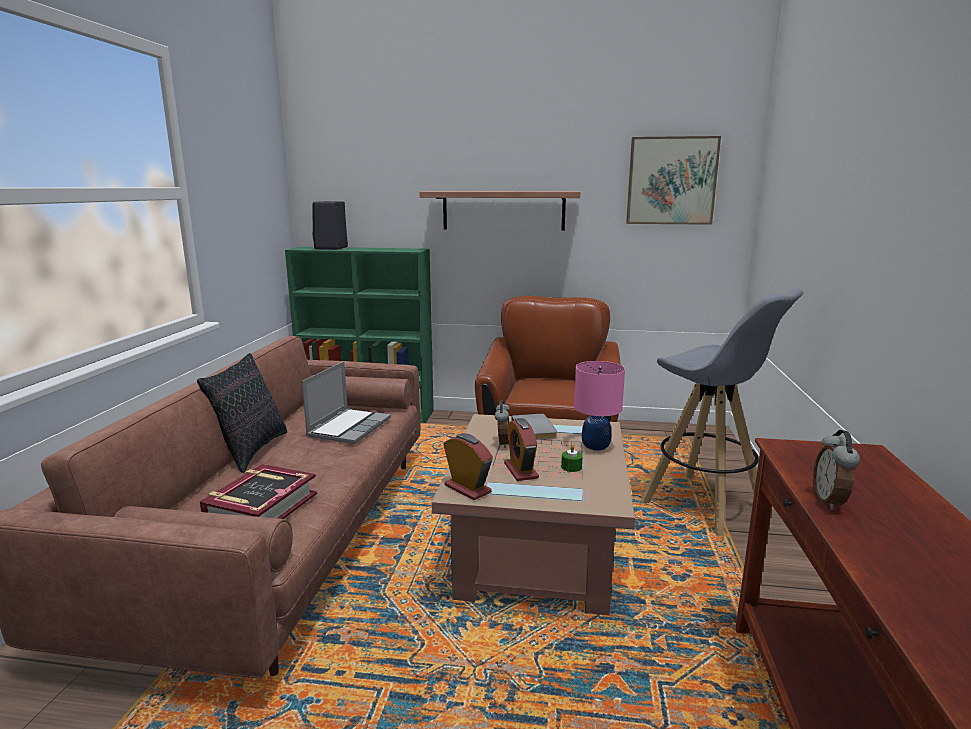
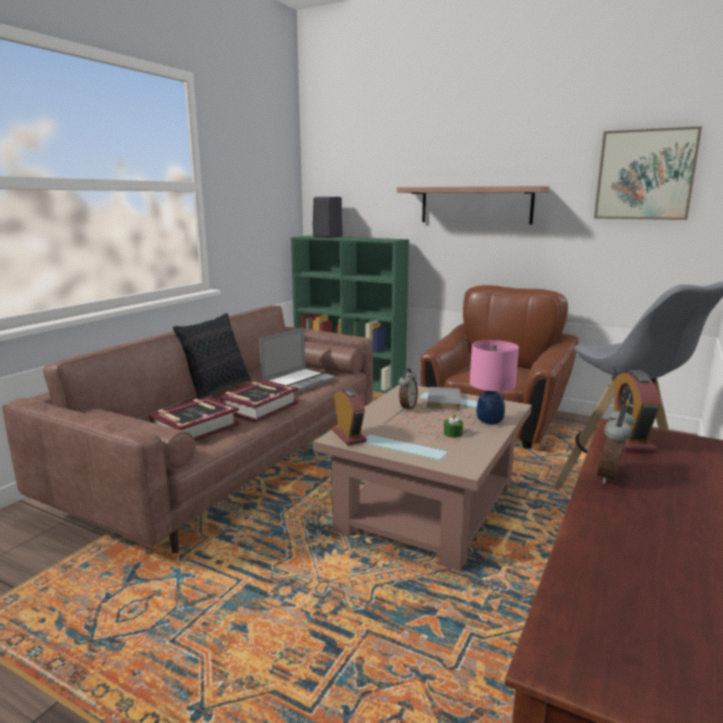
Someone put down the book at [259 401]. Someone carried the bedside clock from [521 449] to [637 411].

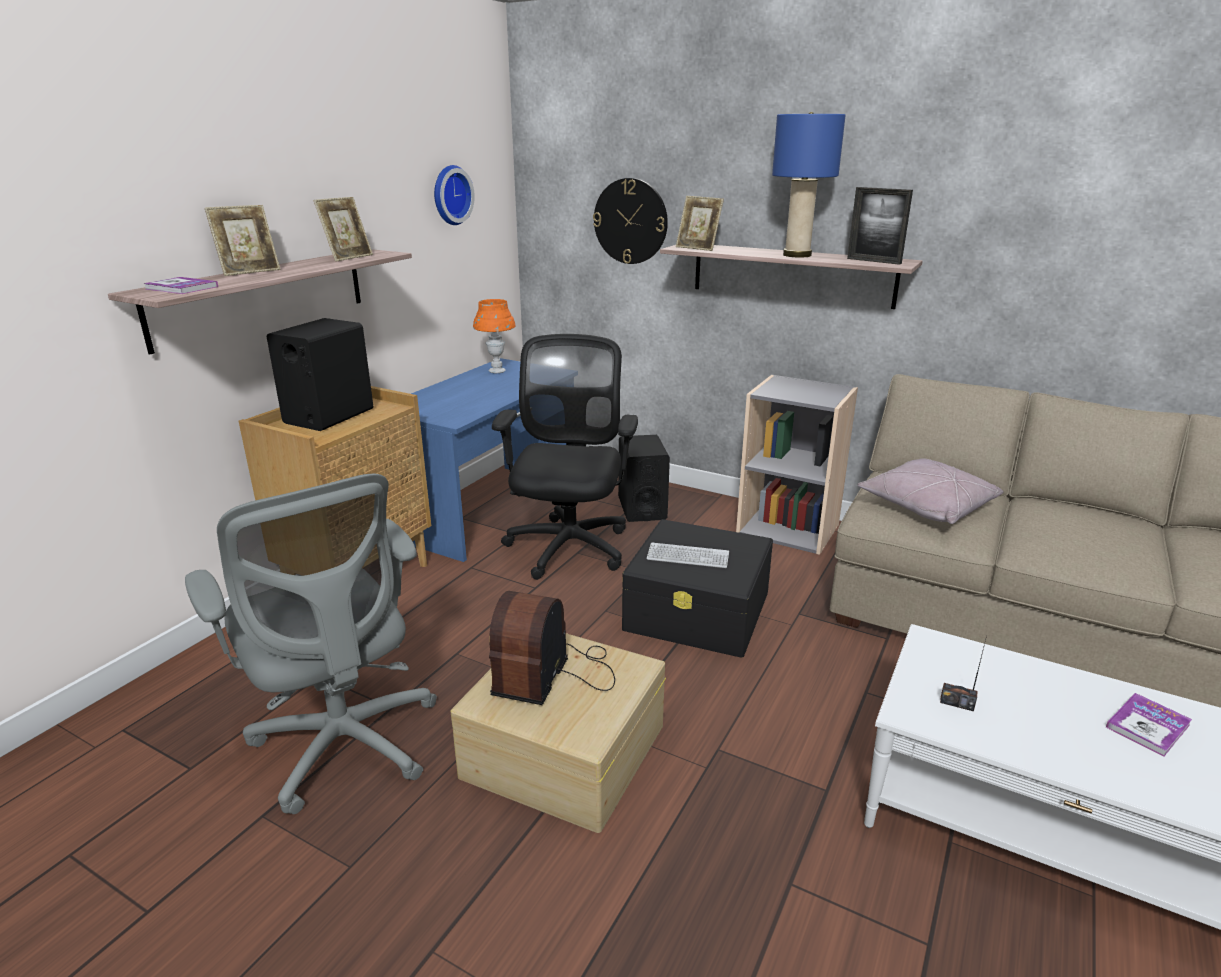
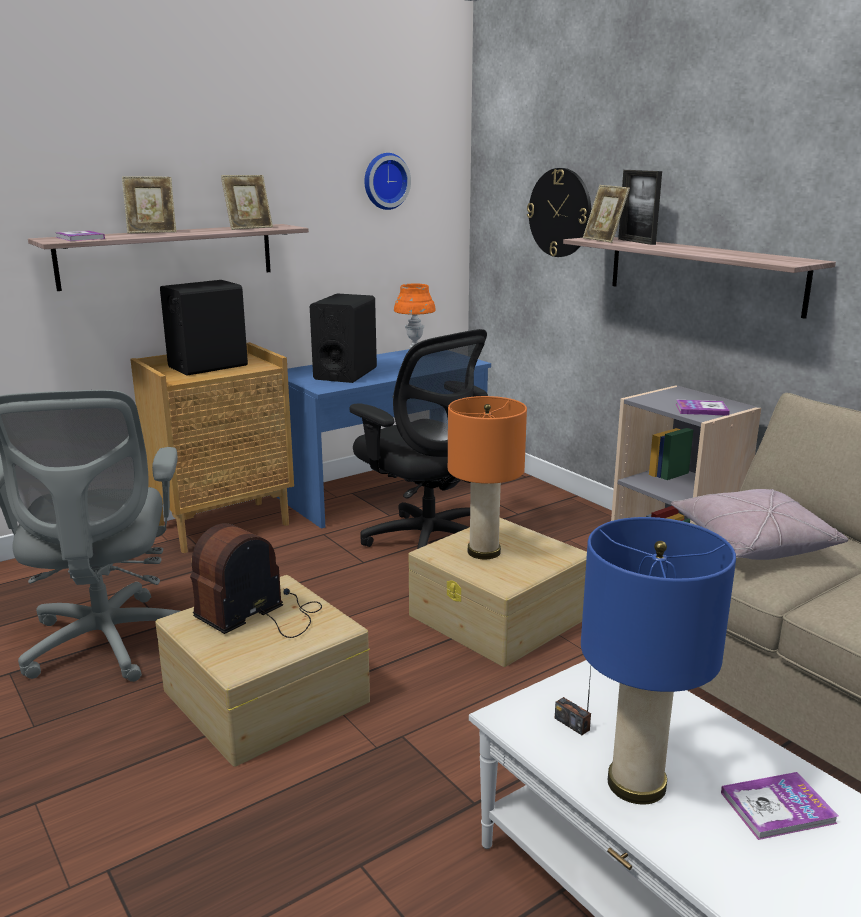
Someone carried the black-coloured audio speaker from [644 478] to [343 338]. Someone rotated the black-coloured office chair at [565 457] by 105 degrees clockwise. Someone repainted the black-coloured storage bin at [697 588], which became the sand-coloured storage bin at [498 592]. Someone swapped the PC keyboard at [688 555] for the orange-coloured lamp for a table at [487 477]. Someone carried the blue-coloured lamp for a table from [809 185] to [658 661]. Someone carried the picture frame from [880 226] to [640 207]. Someone put down the book at [703 408].

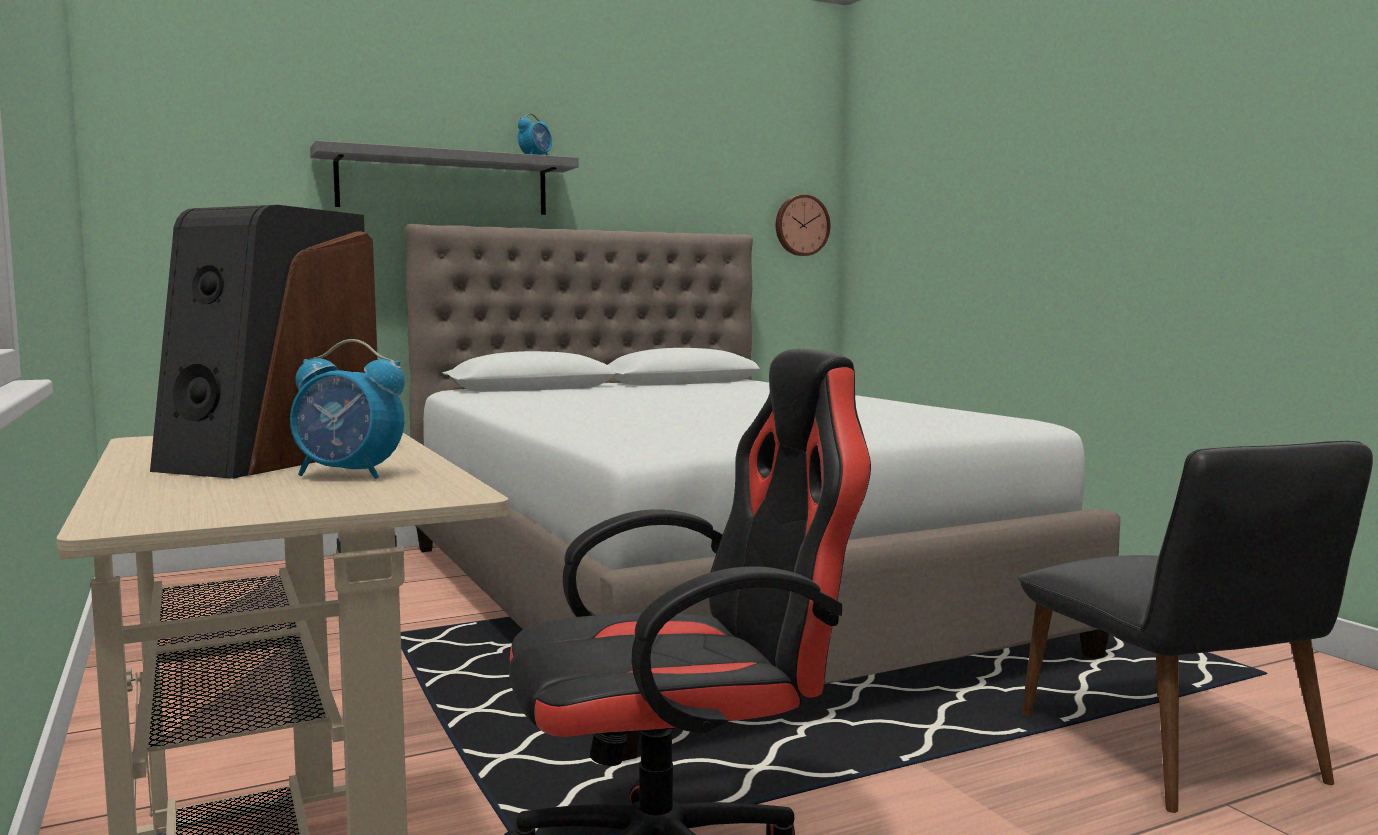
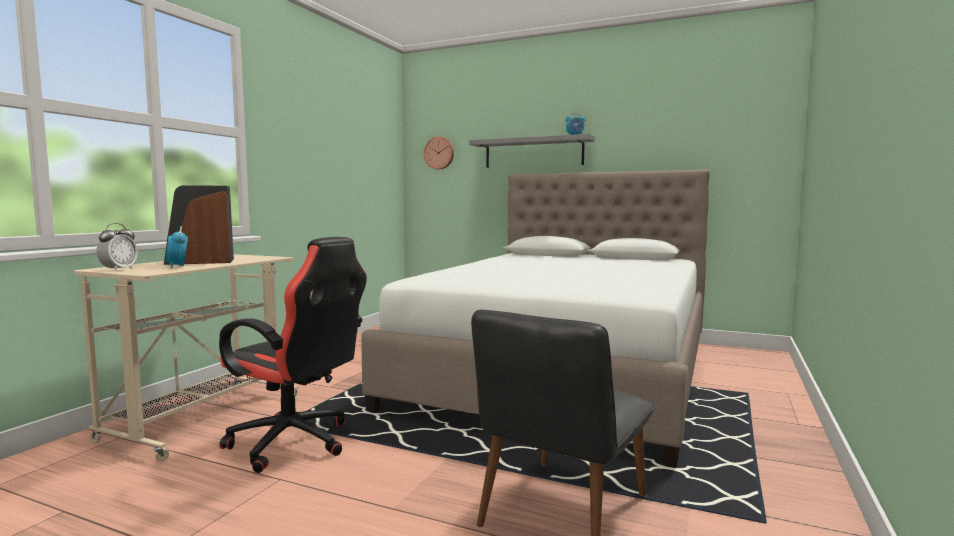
Someone put down the bedside clock at [117 247]. Someone carried the wall clock from [803 225] to [439 152].

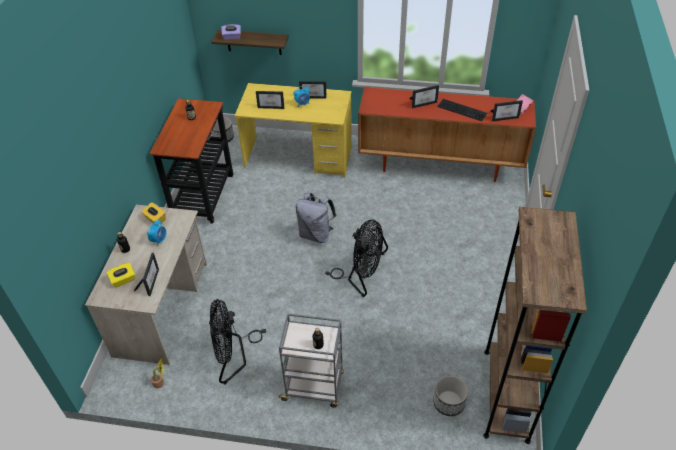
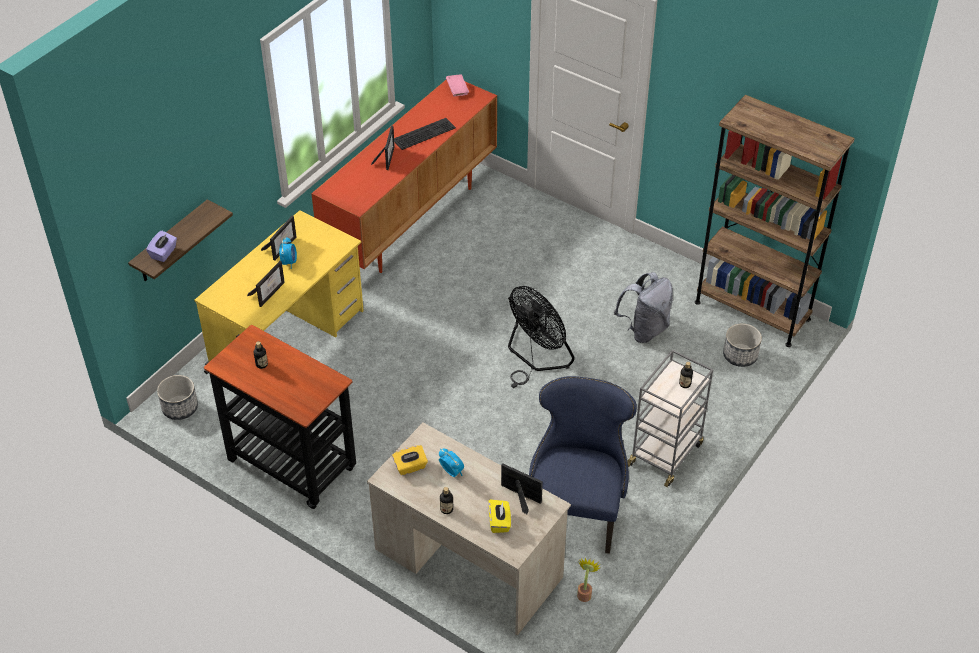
Someone swapped the black-coloured cooling fan at [238 342] for the blue-coloured chair at [583 465]. Someone carried the grey rucksack from [316 218] to [643 307]. Someone took away the picture frame at [507 111].

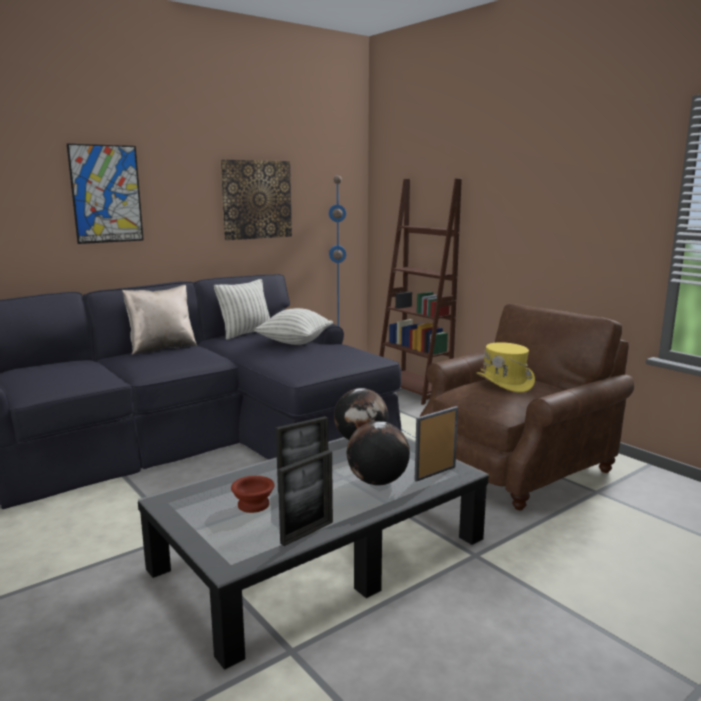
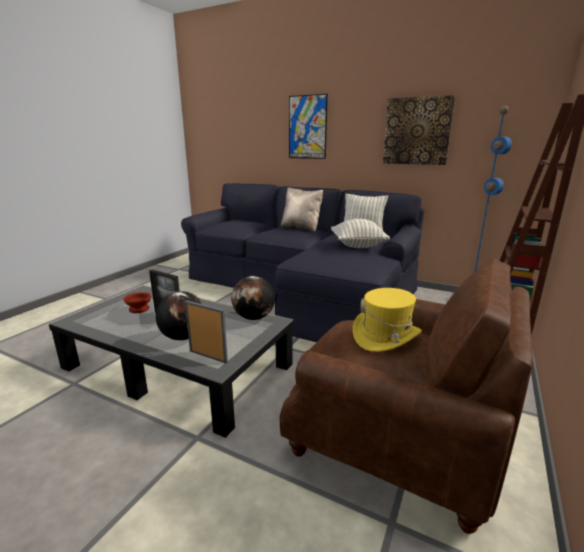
Someone took away the picture frame at [305 498].

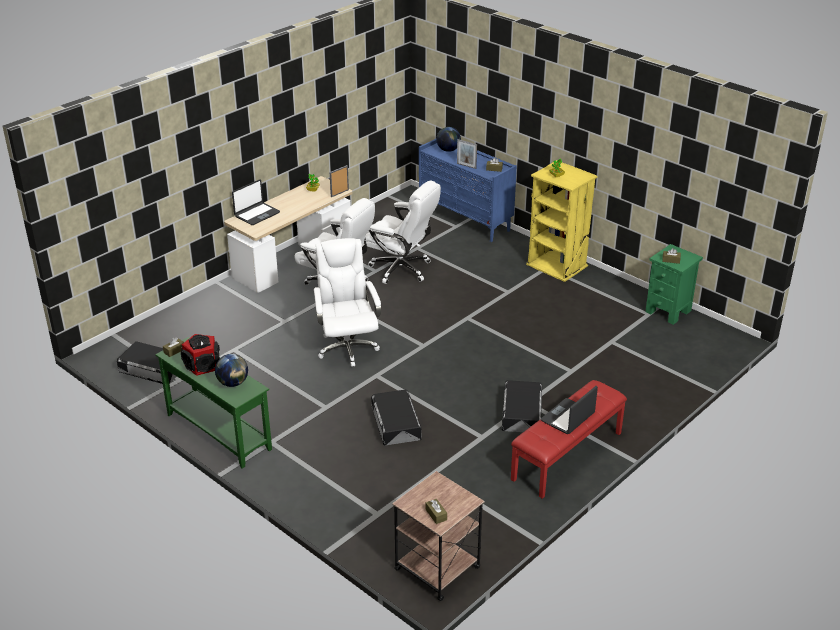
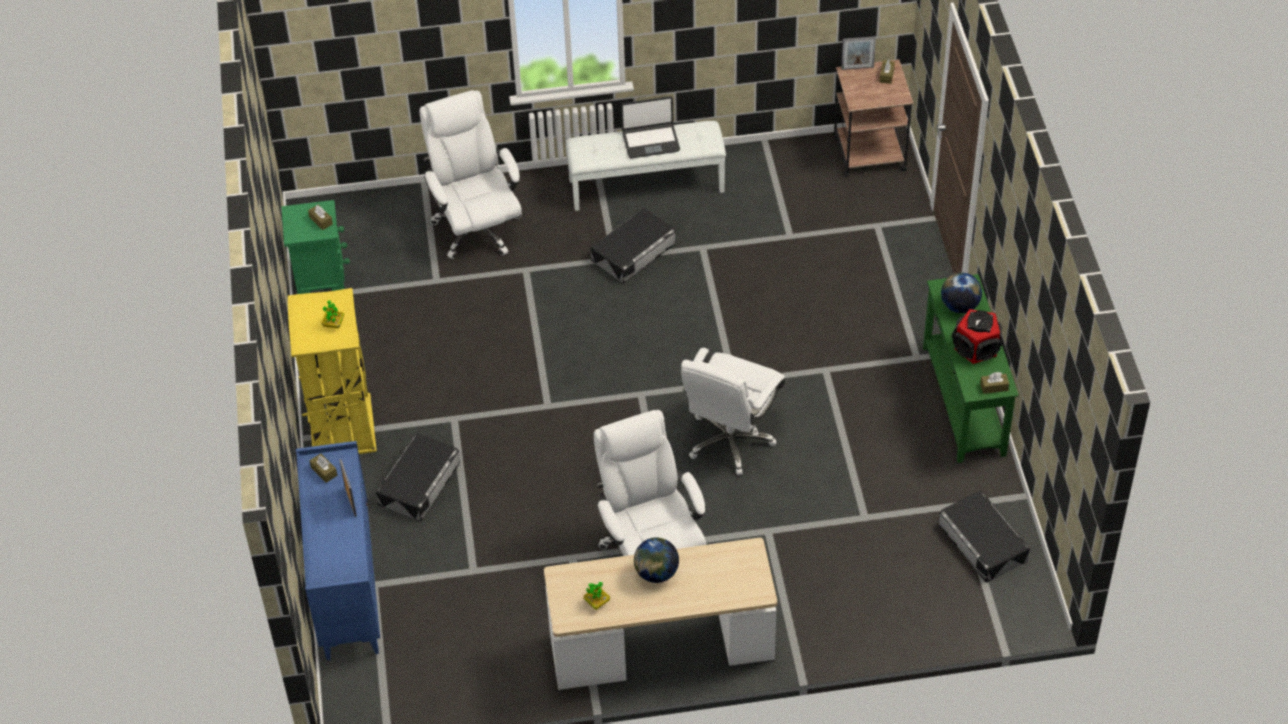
Someone carried the black-coloured storage bin from [396 418] to [418 477]. Someone carried the white office chair from [403 232] to [470 174]. Someone repainted the reddish bench at [569 439], which became the white bench at [645 166]. Someone carried the world globe from [448 139] to [656 560]. Someone carried the picture frame from [339 181] to [858 53]. Someone took away the notebook computer at [256 202].

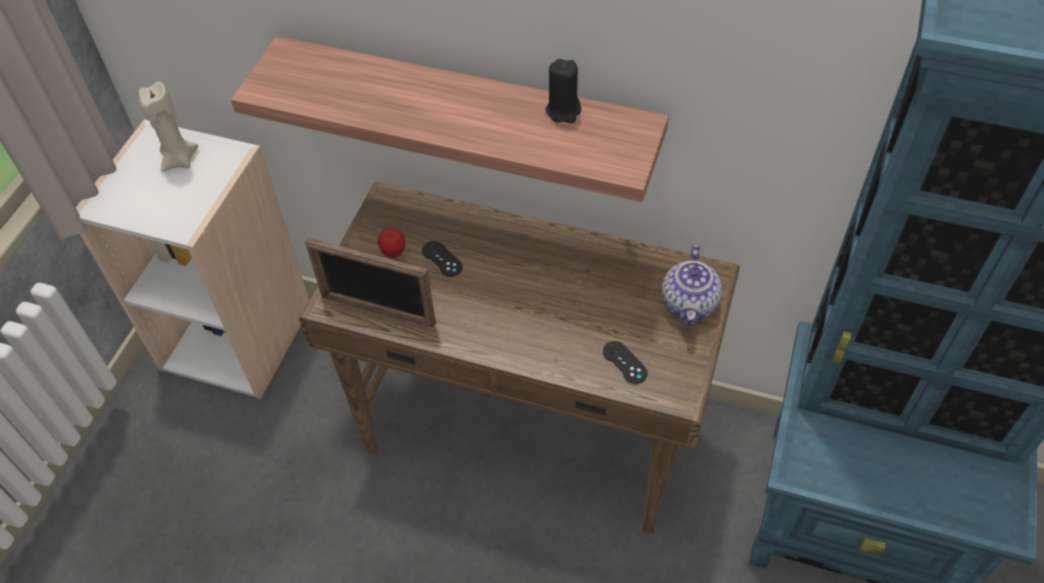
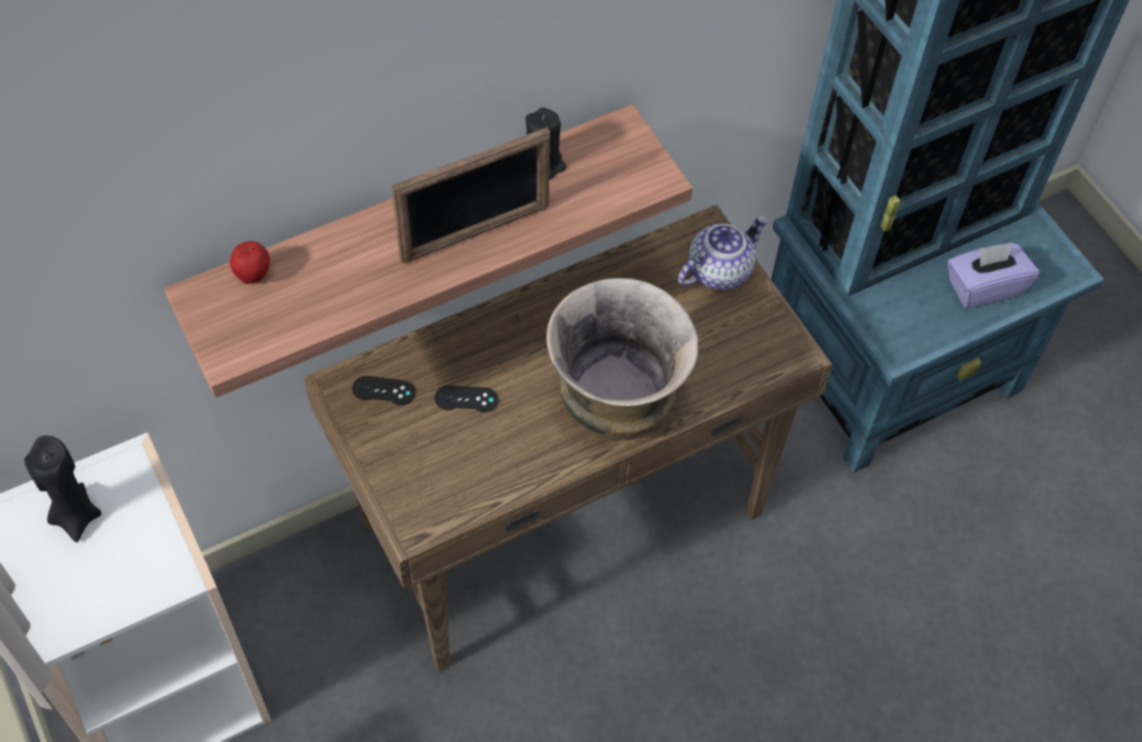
Someone repainted the sand-coloured candle at [168 127], which became the black-coloured candle at [62 489]. Someone carried the apple from [392 243] to [250 262]. Someone carried the black-coloured gamepad from [625 362] to [383 390]. Someone carried the picture frame from [370 283] to [470 195]. Someone put down the vase at [622 359]. Someone rotated the pot for tea at [692 285] by 90 degrees counterclockwise. Someone put down the purple-coloured tissue box at [993 275].

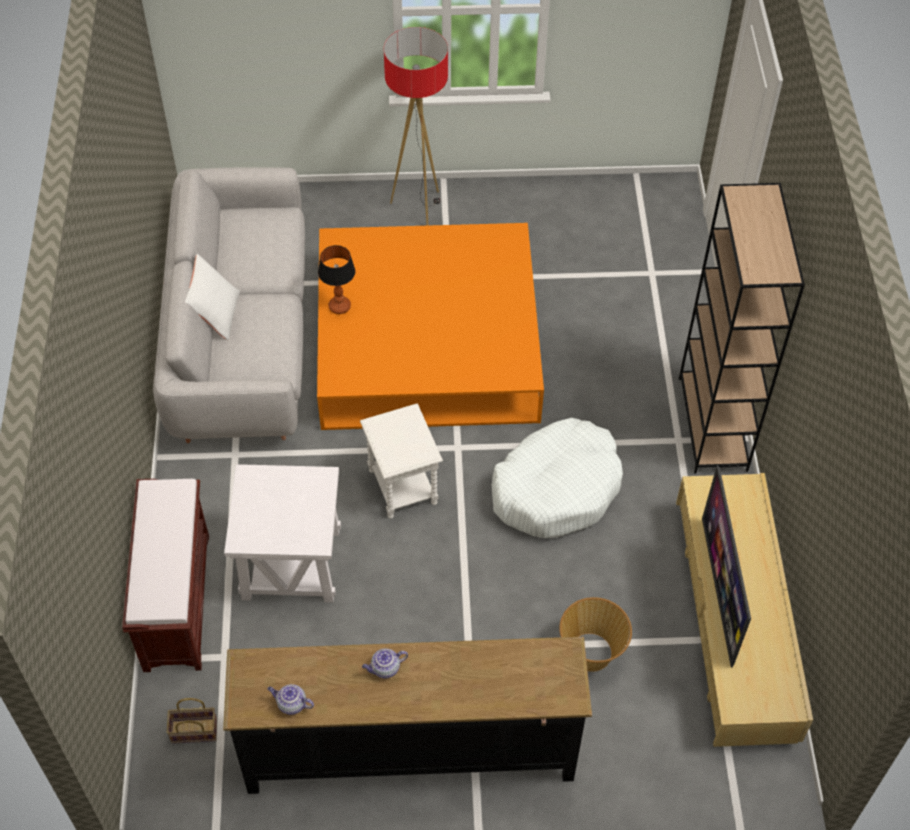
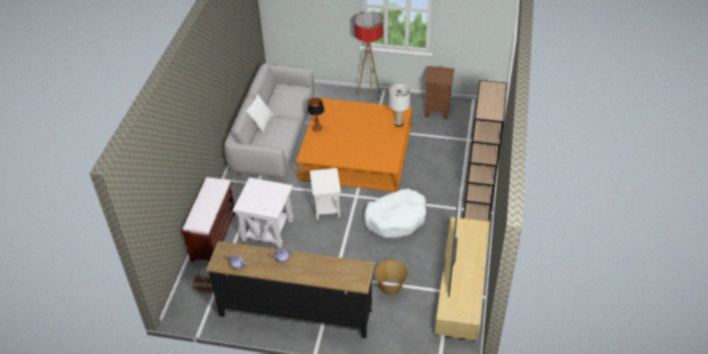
Someone put down the white lamp for a table at [400 105]. Someone put down the brownish bedside table at [439 93].

